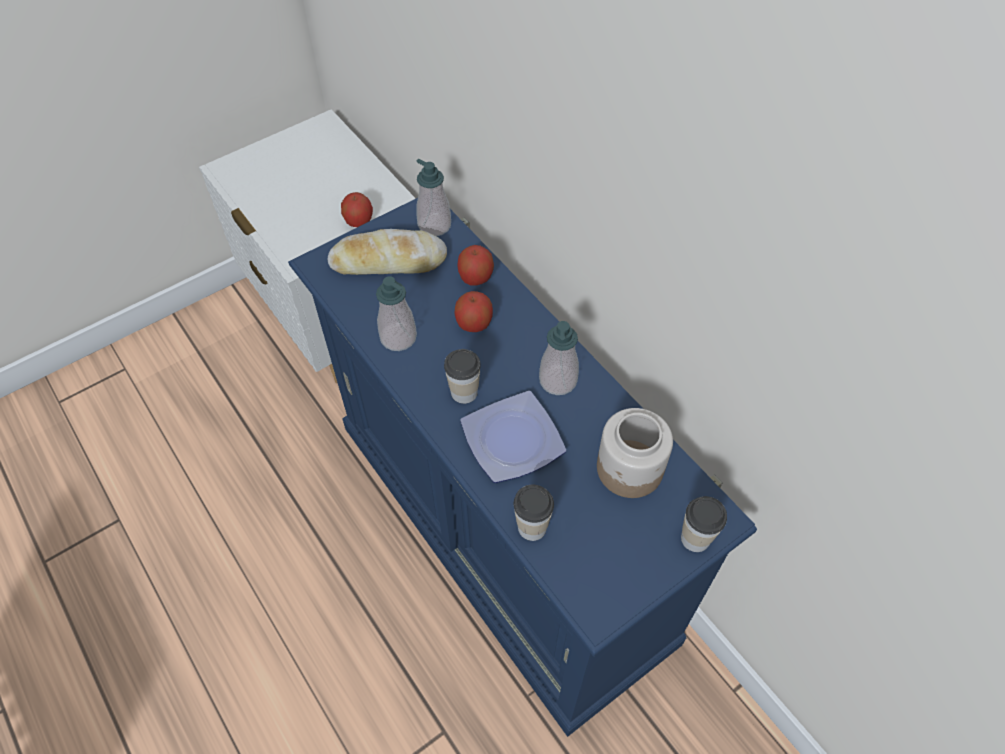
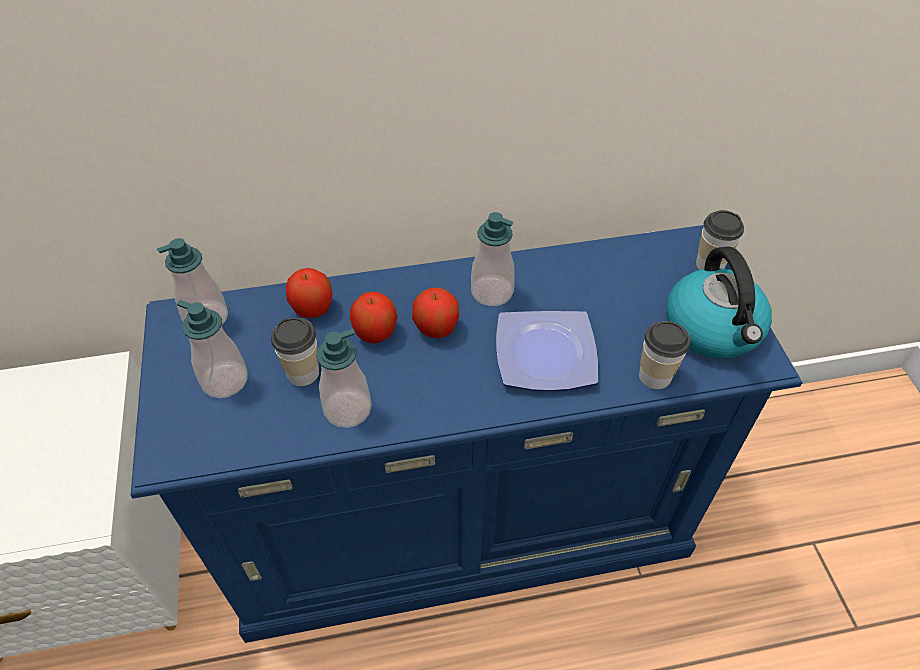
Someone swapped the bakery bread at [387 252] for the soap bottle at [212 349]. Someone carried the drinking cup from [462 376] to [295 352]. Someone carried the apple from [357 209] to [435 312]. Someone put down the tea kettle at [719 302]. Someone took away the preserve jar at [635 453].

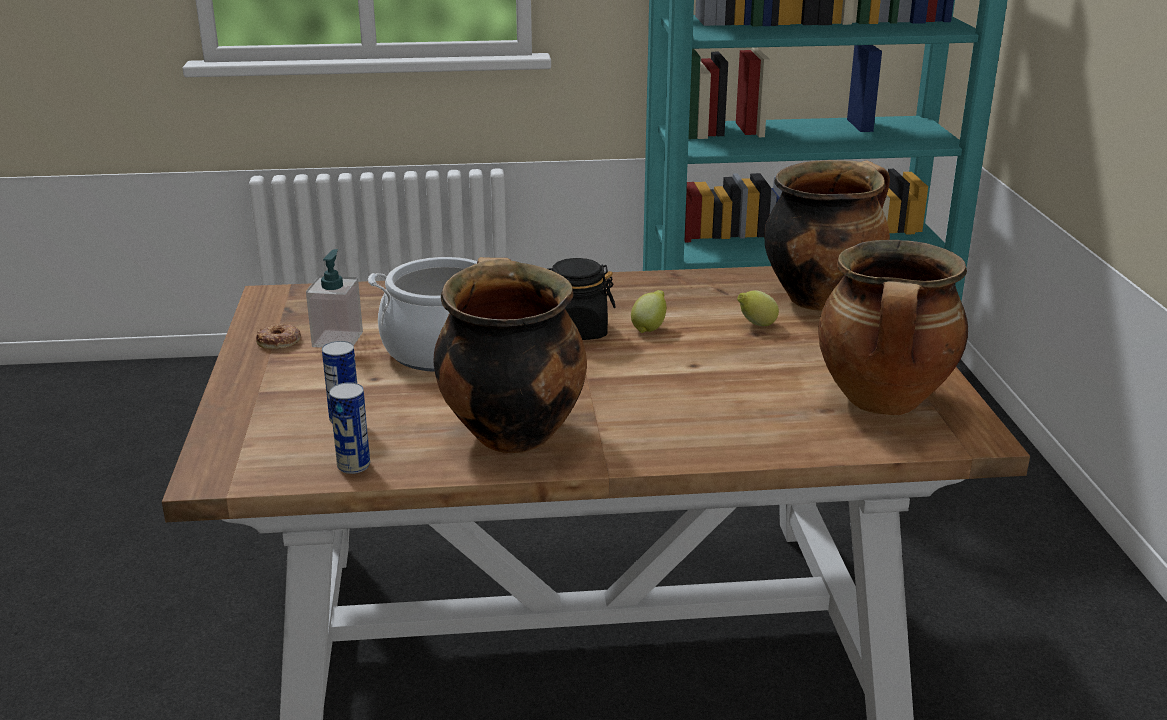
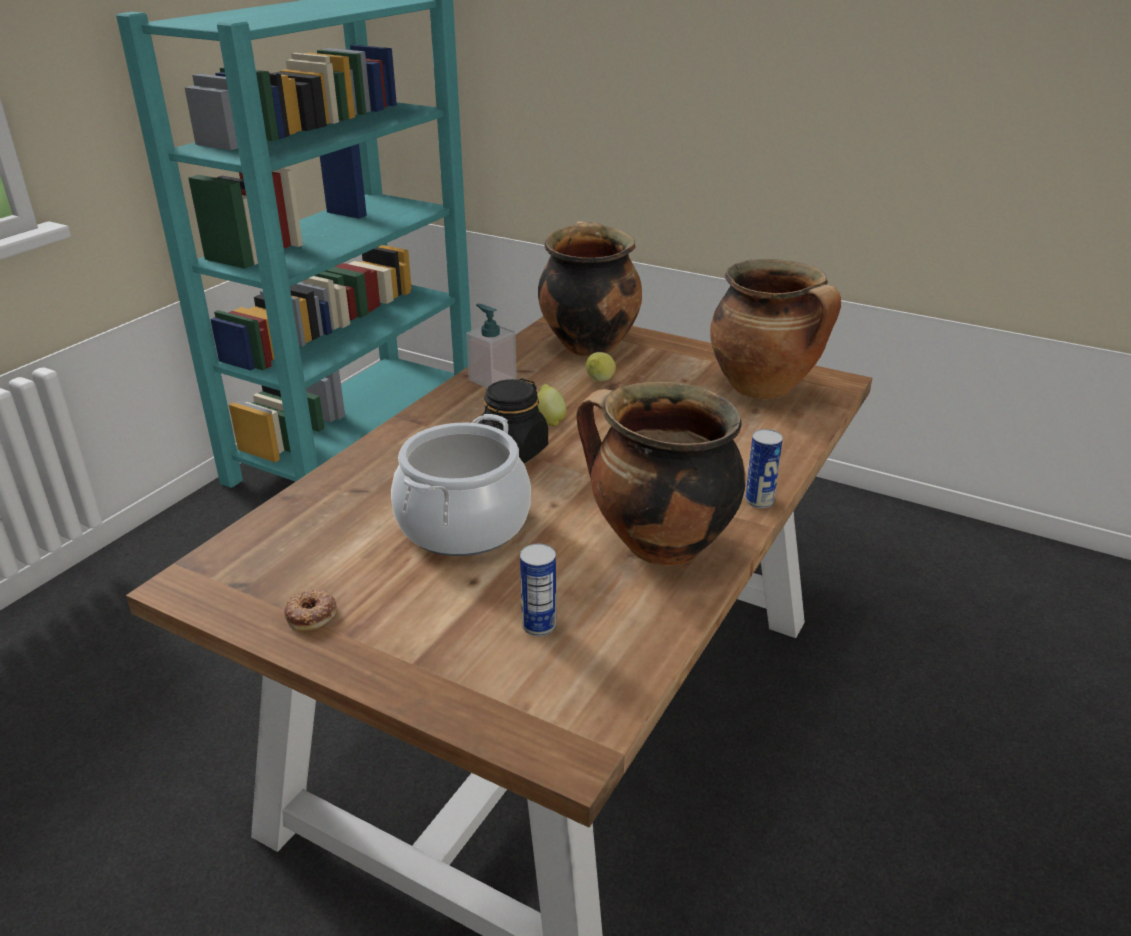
Someone carried the soap bottle from [334 298] to [491 346]. Someone carried the metal can from [349 428] to [764 468].

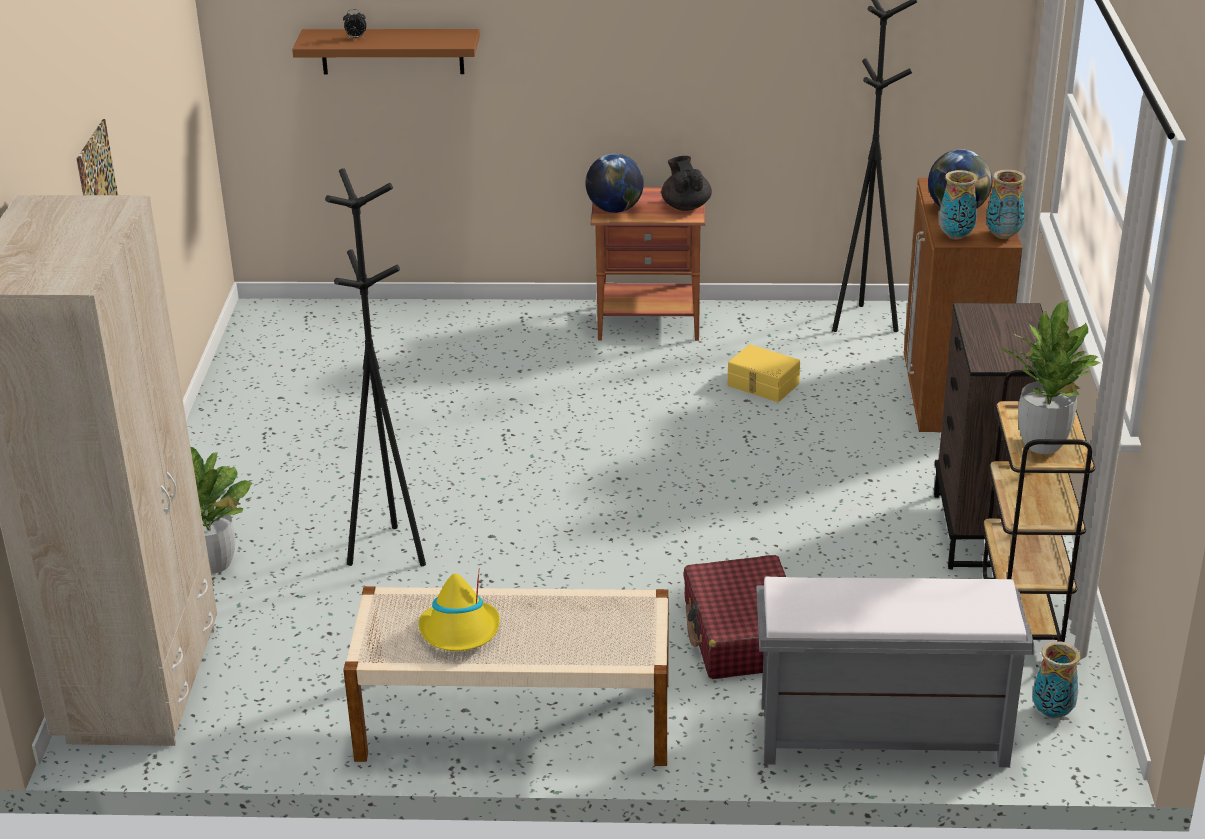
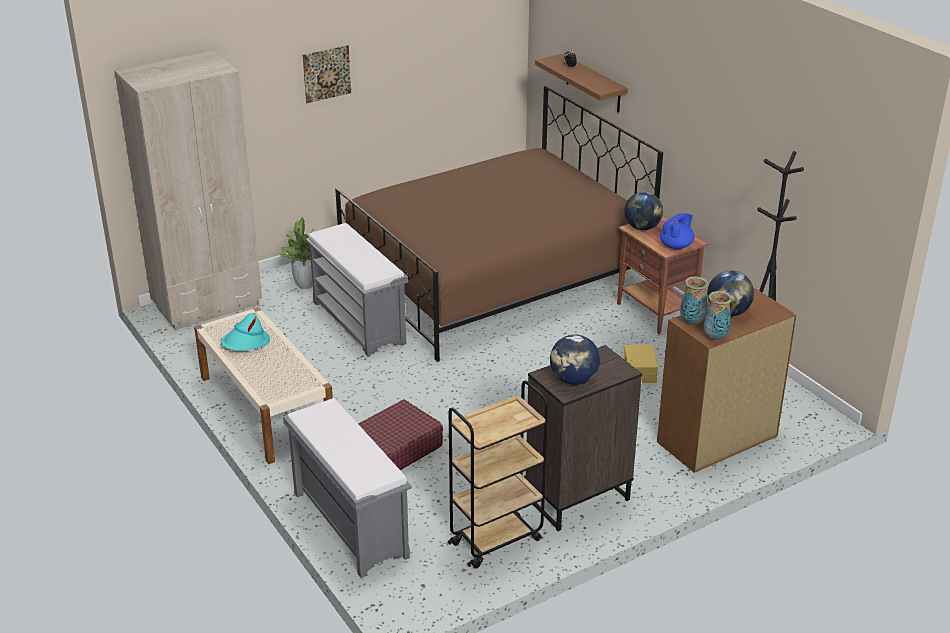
Someone repainted the yellow-coloured clothing hat at [459 611], which became the blue-green clothing hat at [245 332]. Someone swapped the black-coloured clothes rack at [375 367] for the grey bench at [357 290]. Someone put down the brownish bed at [499 224]. Someone put down the world globe at [575 360]. Someone repainted the black-coloured pot for tea at [686 183], which became the blue-coloured pot for tea at [677 231]. Someone took away the houseplant at [1050 377]. Someone took away the vase at [1056 680].

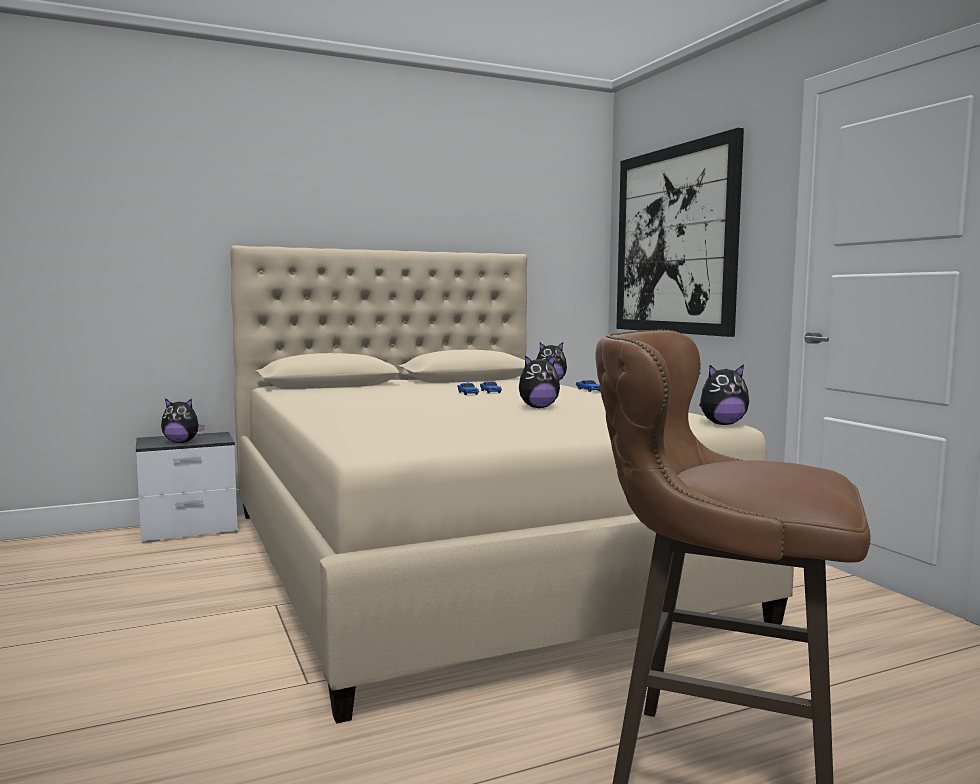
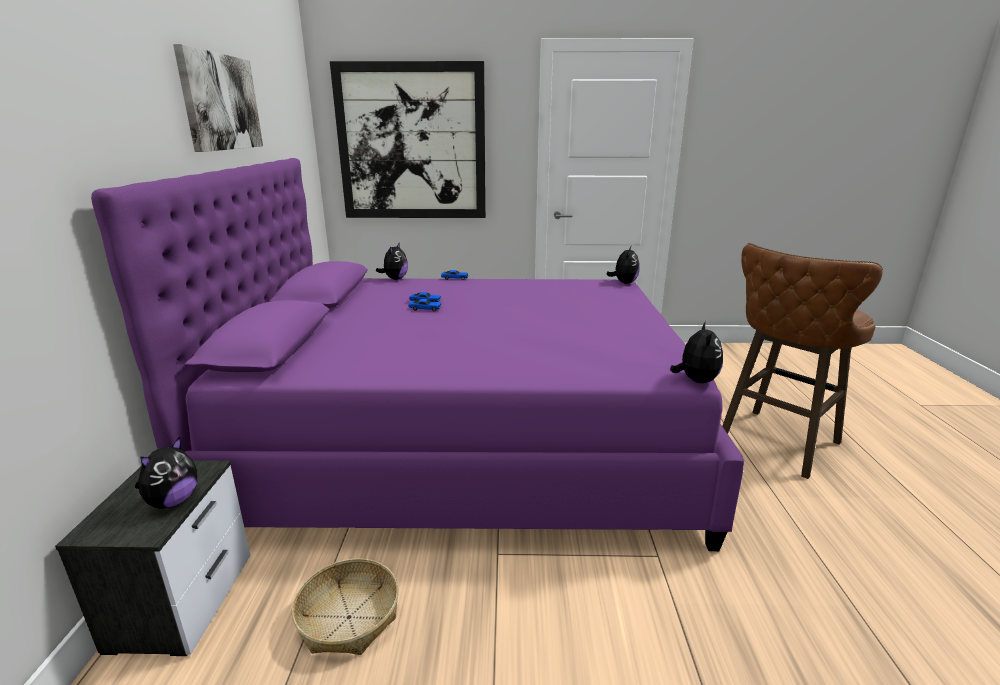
Someone repainted the sand-coloured bed at [512 485], which became the purple-coloured bed at [417 354]. Someone put up the picture at [218 98]. Someone put down the household basket at [345 606]. Someone carried the plush toy from [539 381] to [696 352].

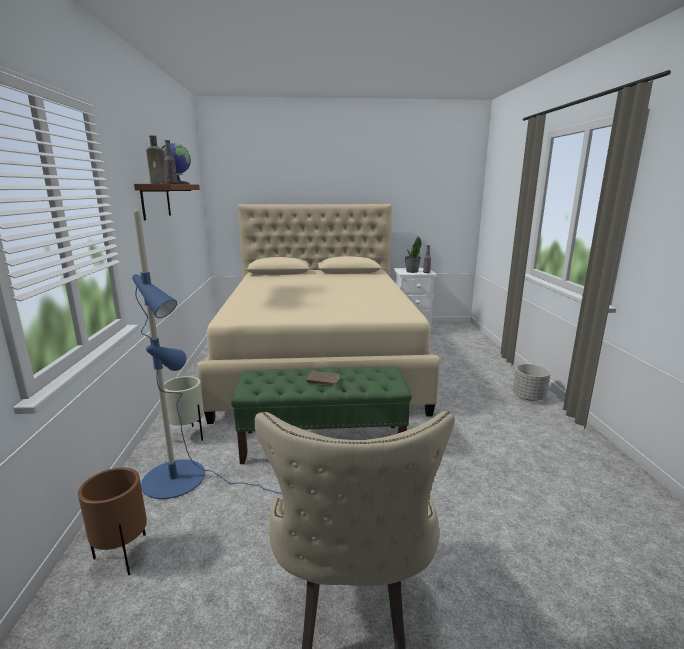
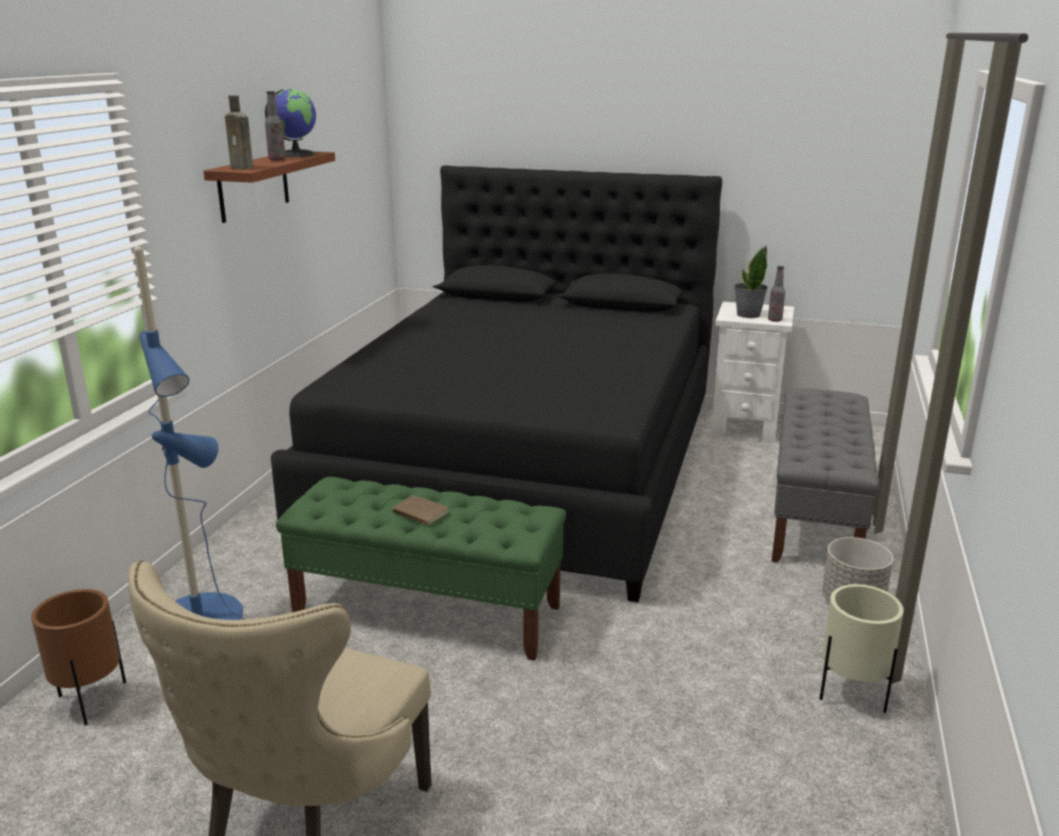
Someone repainted the sand-coloured bed at [319 314], which became the black-coloured bed at [496 383]. Someone put down the grey bench at [825 475]. Someone carried the sand-coloured flower pot from [184 408] to [862 648].

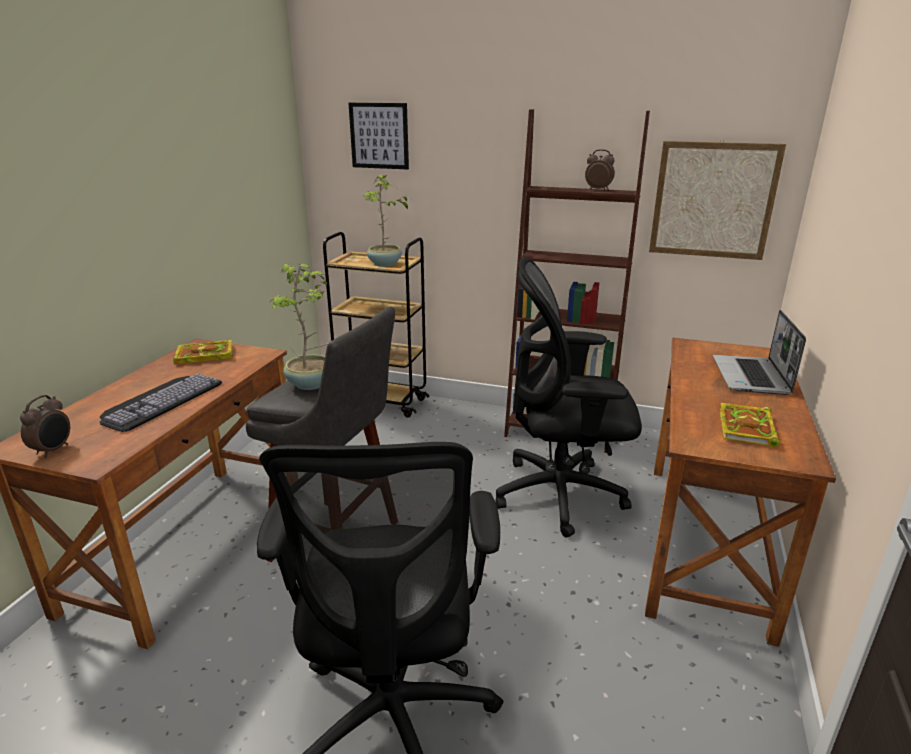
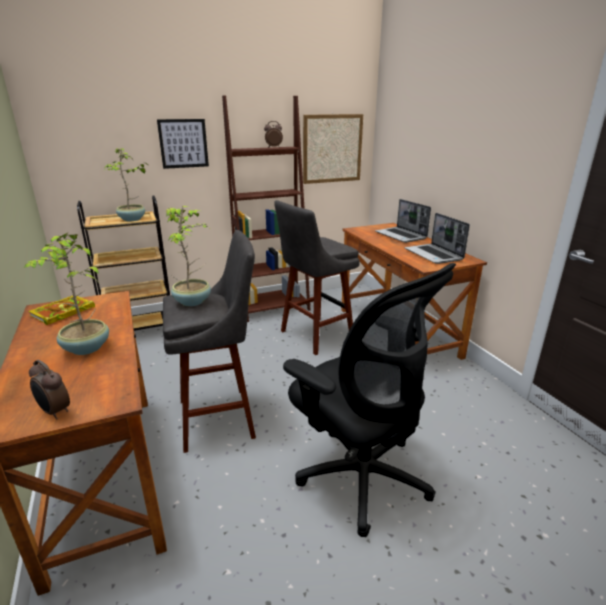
Someone swapped the PC keyboard at [161 403] for the houseplant at [66 294]. Someone rotated the bedside clock at [45 426] by 150 degrees clockwise. Someone carried the picture from [379 136] to [183 144]. Someone swapped the black-coloured office chair at [569 397] for the grey stool at [317 277]. Someone swapped the book at [750 425] for the notebook computer at [437 238].

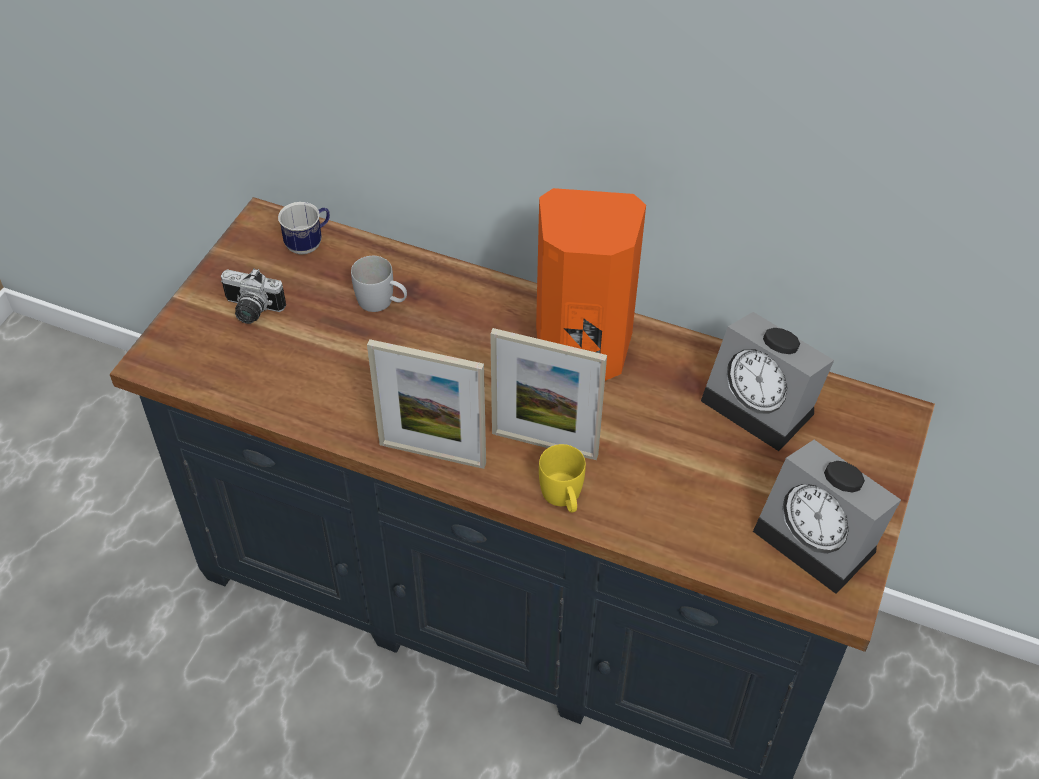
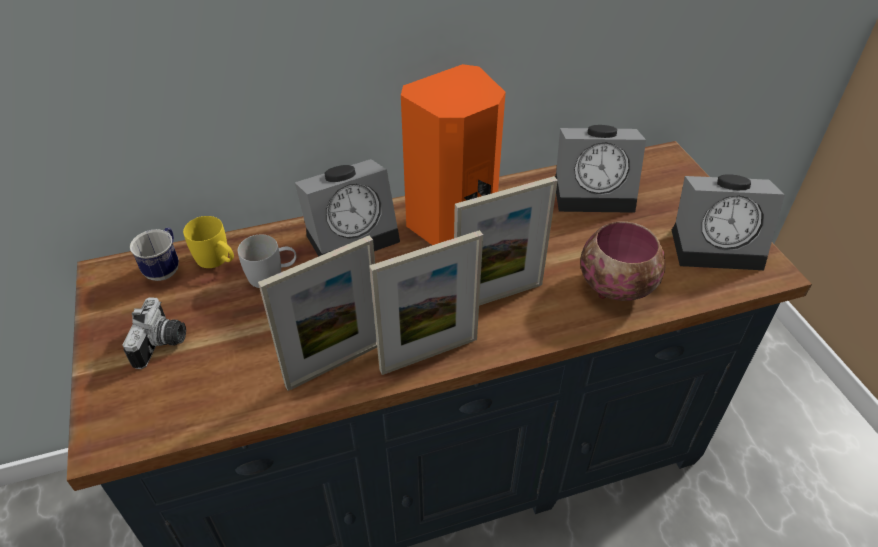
Someone rotated the still camera at [253 296] by 60 degrees counterclockwise. Someone carried the yellow-coloured mug from [562 478] to [208 242]. Someone put down the picture frame at [317 313]. Someone put down the bedside clock at [347 207]. Someone put down the serving bowl at [623 261].

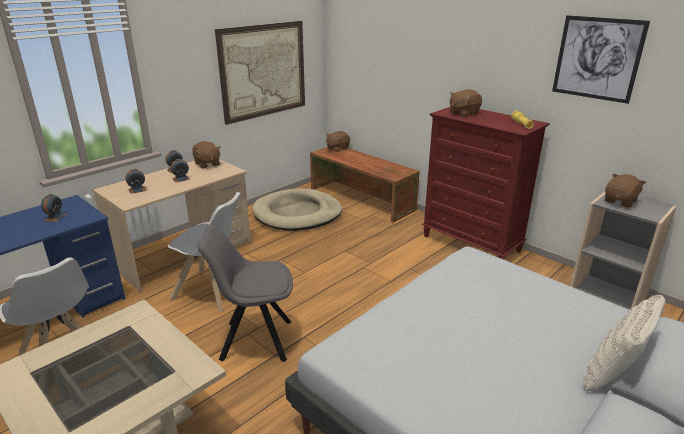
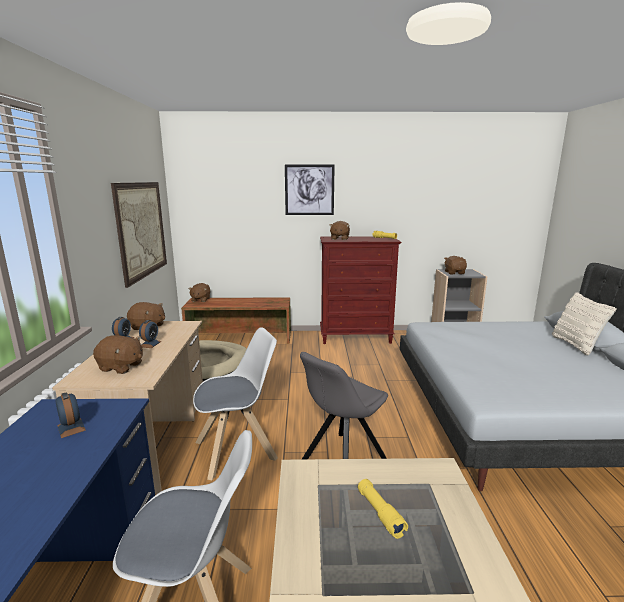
Someone swapped the bedside clock at [136 181] for the brownish plush toy at [118 354]. Someone carried the picture from [601 59] to [310 190]. Someone put down the yellow-coloured flashlight at [383 509].

